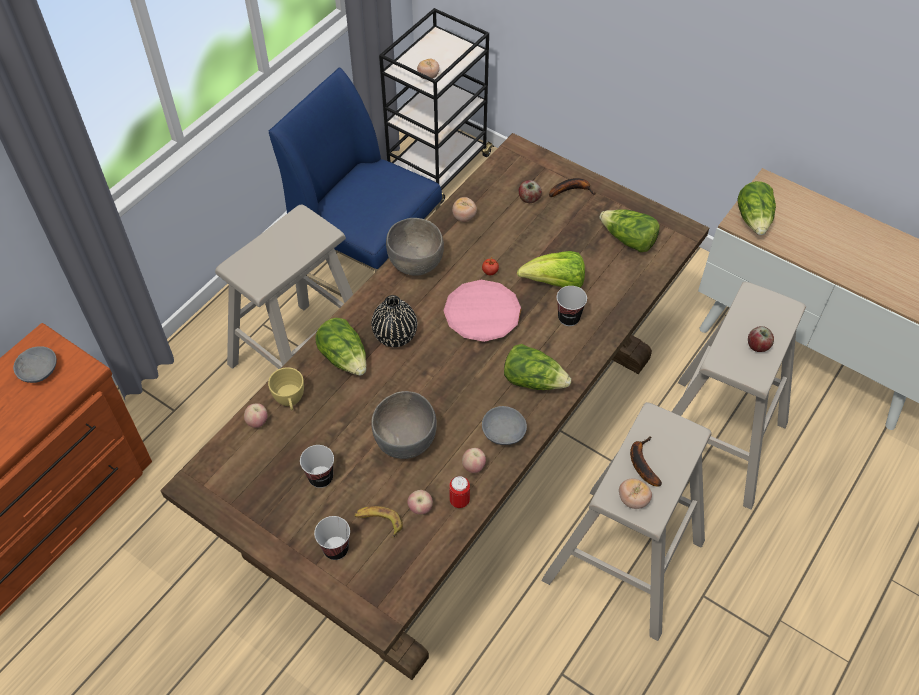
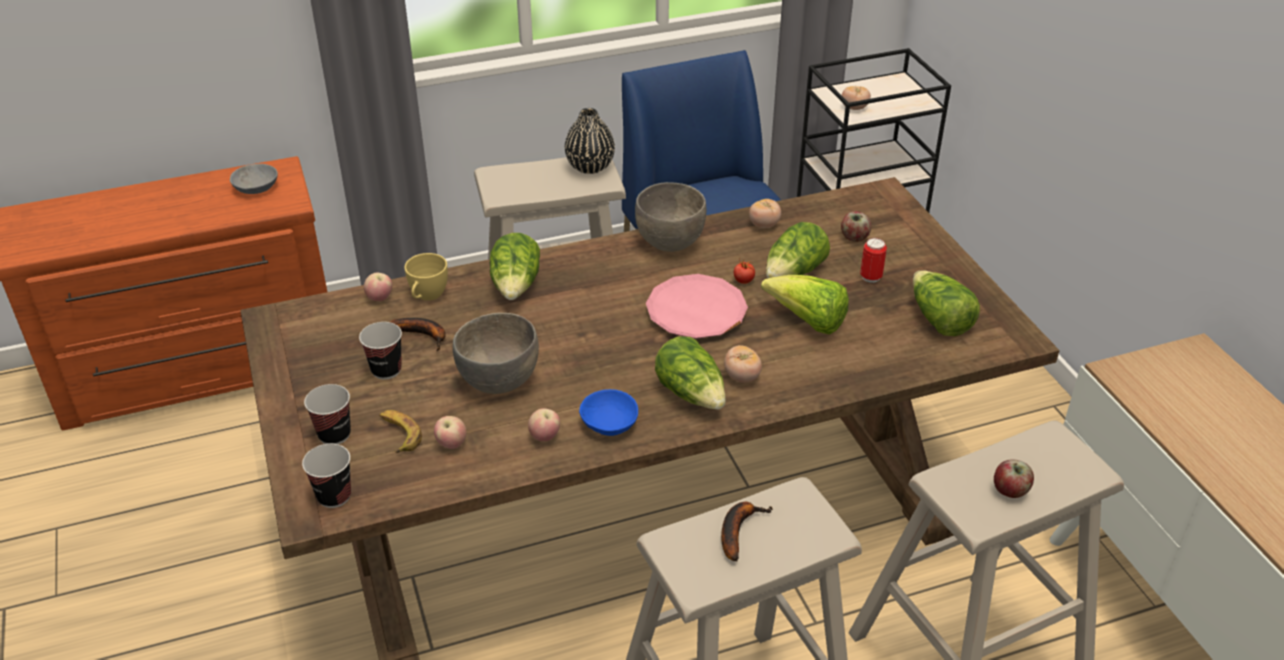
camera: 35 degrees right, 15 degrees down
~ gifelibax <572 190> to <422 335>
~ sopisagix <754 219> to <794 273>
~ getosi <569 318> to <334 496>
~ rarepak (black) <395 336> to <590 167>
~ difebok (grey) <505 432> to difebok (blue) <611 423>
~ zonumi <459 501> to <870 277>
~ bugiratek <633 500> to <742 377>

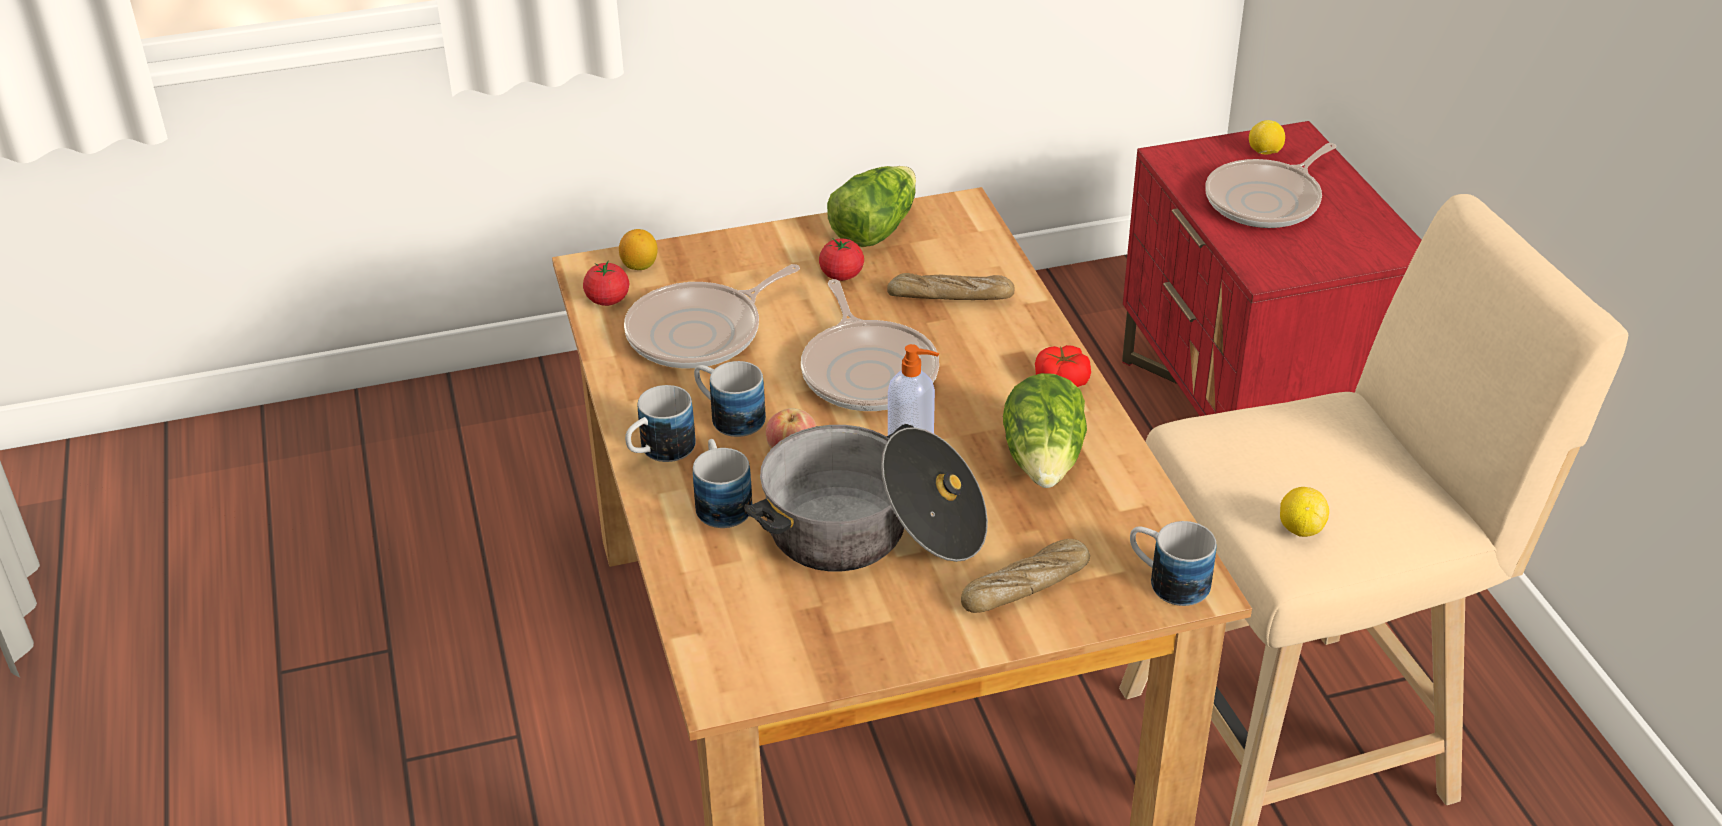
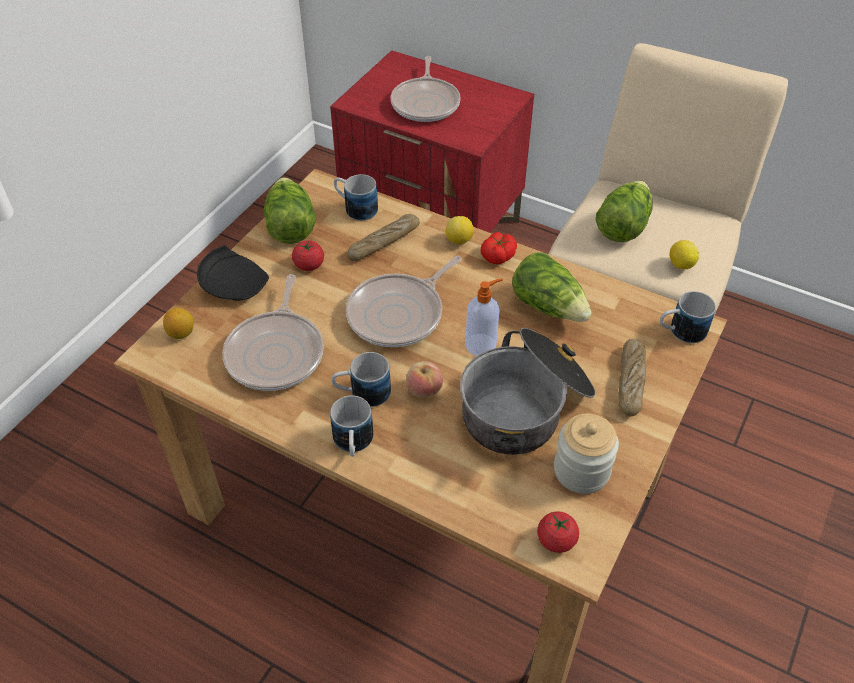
camera: 45 degrees left, 10 degrees up
~ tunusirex <1264 153> to <459 241>
~ bugiratek <607 300> to <556 540>
~ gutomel <868 371> = <399 314> 105 degrees clockwise
~ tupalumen <721 501> to <355 208>
+ sopisagix <622 225>
+ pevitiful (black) <235 285>
+ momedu <581 470>

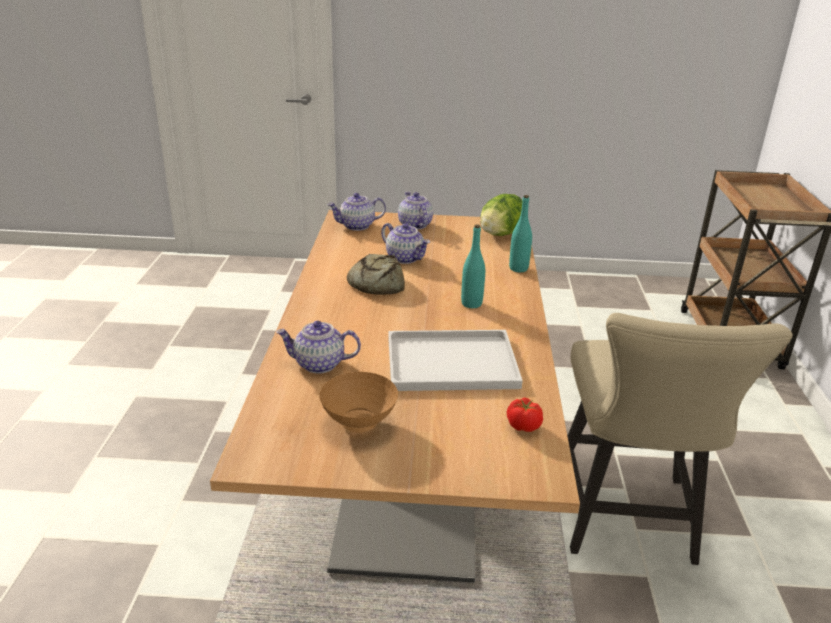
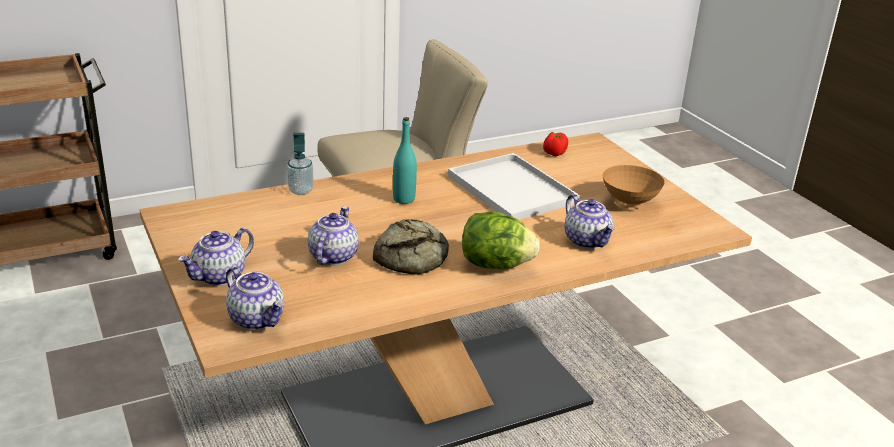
camera: 120 degrees left, 0 degrees up
~ sopisagix <500 234> to <495 265>
~ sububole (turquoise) <518 268> to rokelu <300 191>

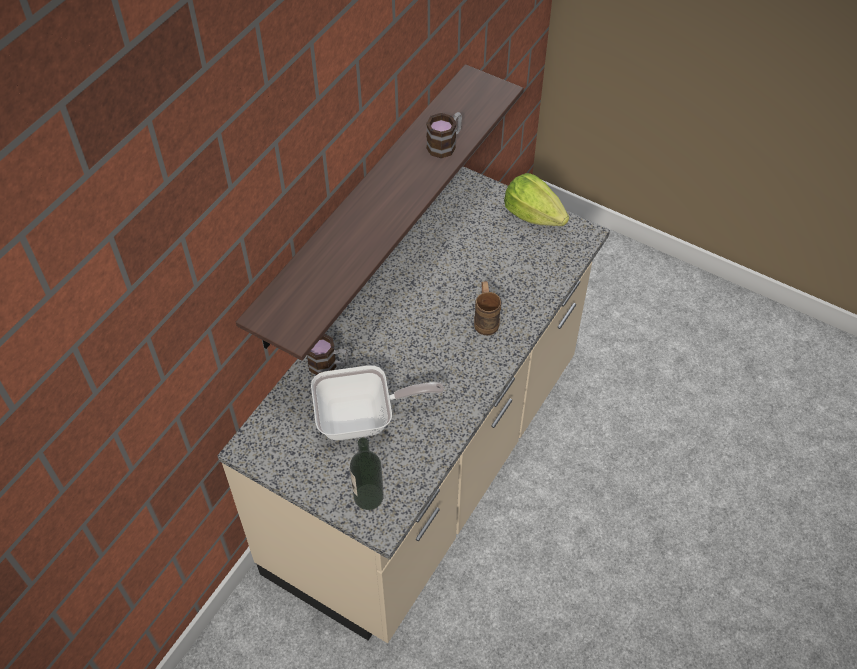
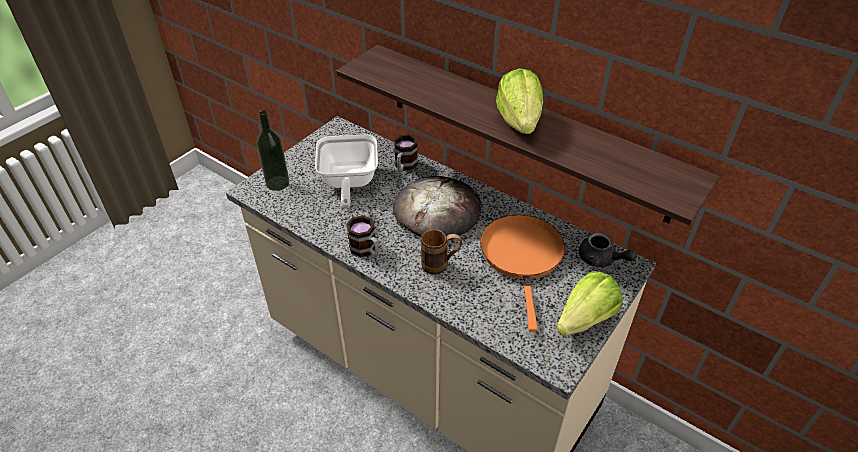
camera: 95 degrees right, 10 degrees down
~ tupalumen <445 144> to <366 250>
+ sopisagix <519 121>
+ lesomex <437 211>
+ gutomel (orange) <522 256>
+ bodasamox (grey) <601 260>

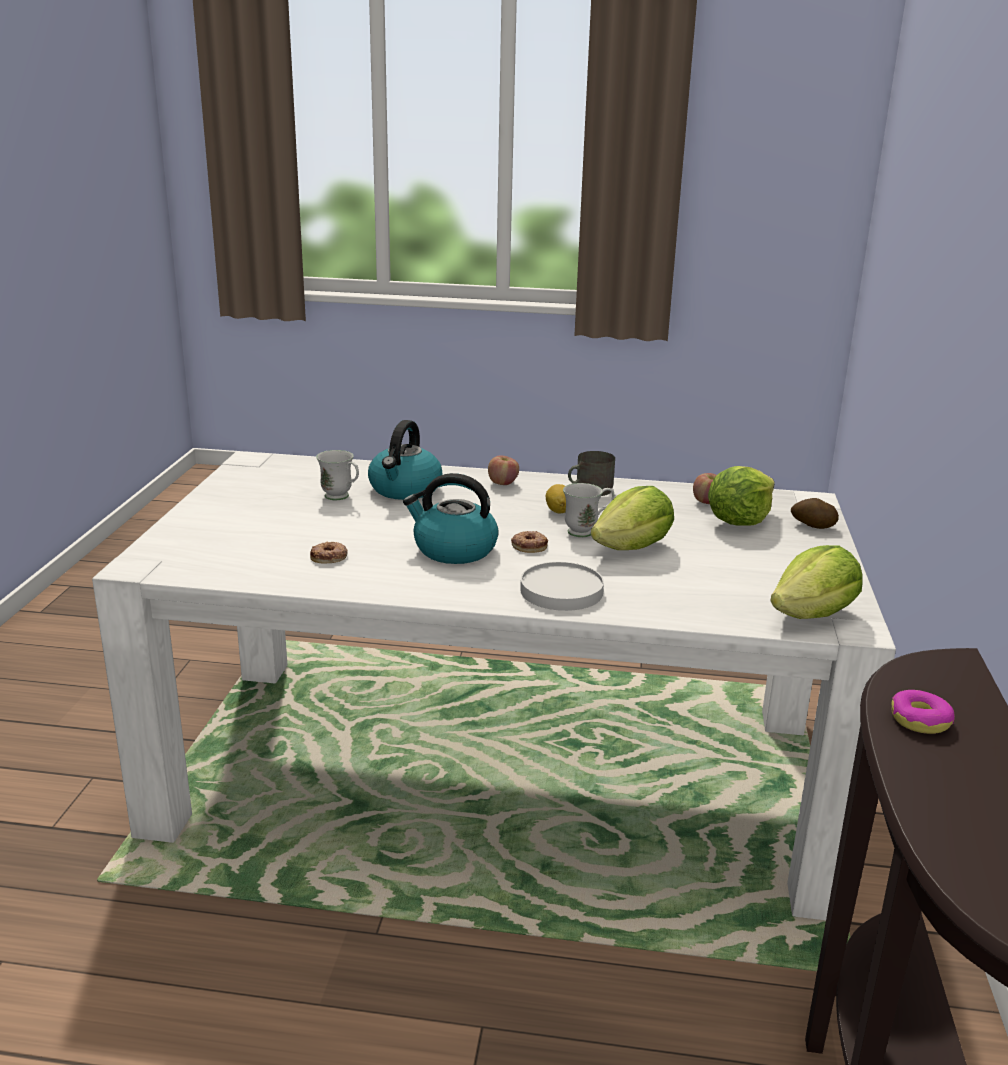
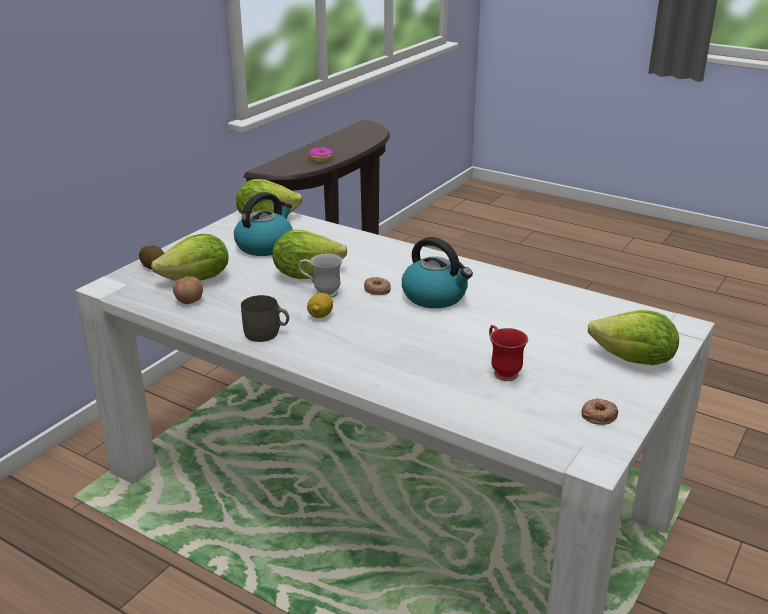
camera: 155 degrees left, 5 degrees up
~ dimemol <405 489> to <265 245>
~ tupalumen (white) <341 497> to tupalumen (red) <502 371>
- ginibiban <503 483>
~ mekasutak <329 557> to <598 415>
- pevitiful (white) <561 591>
+ sopisagix <634 361>

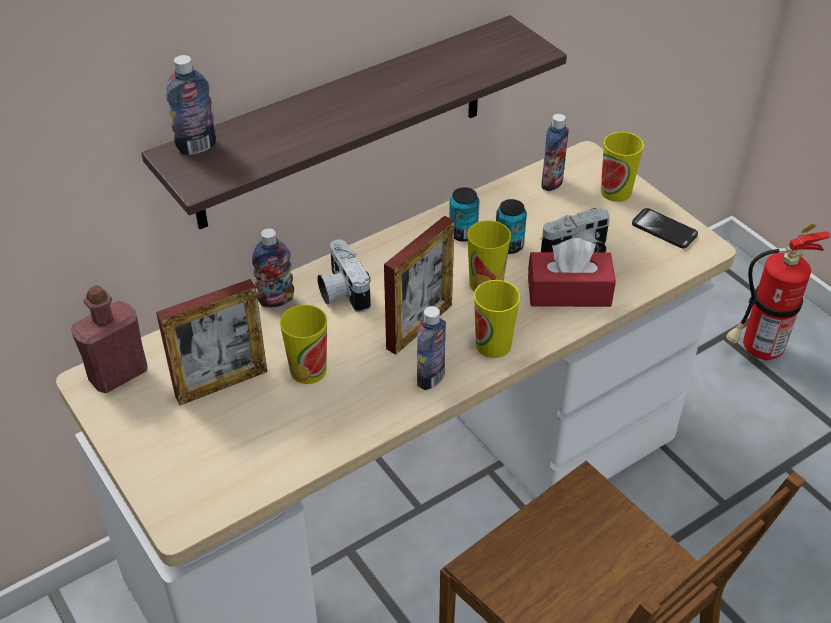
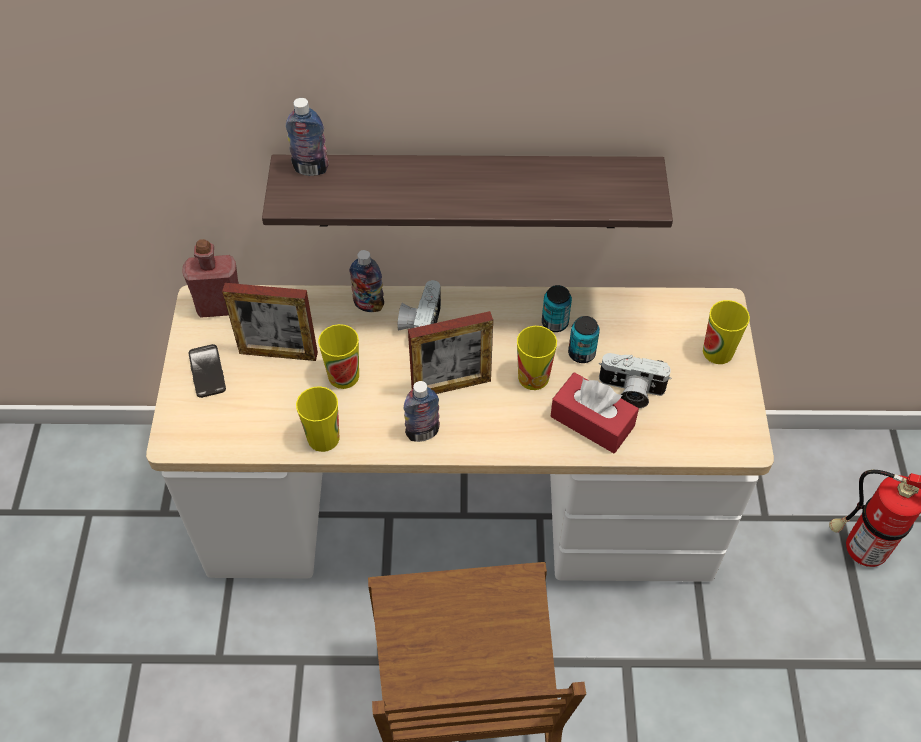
camera: 35 degrees right, 10 degrees up
- sububole <552 183>
~ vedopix <664 229> to <207 372>
~ getosi <493 345> to <323 438>

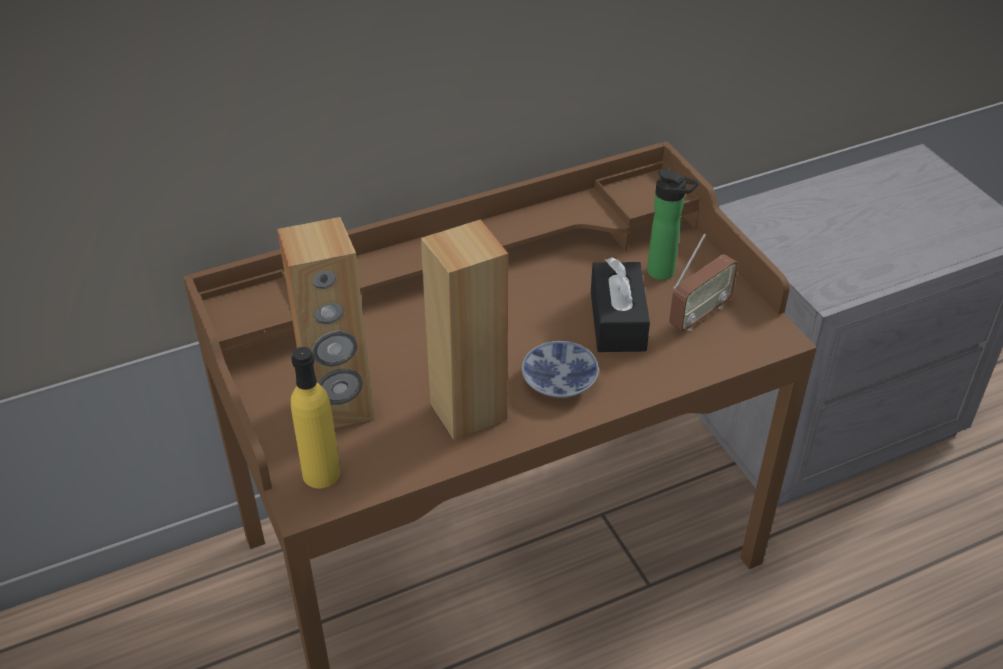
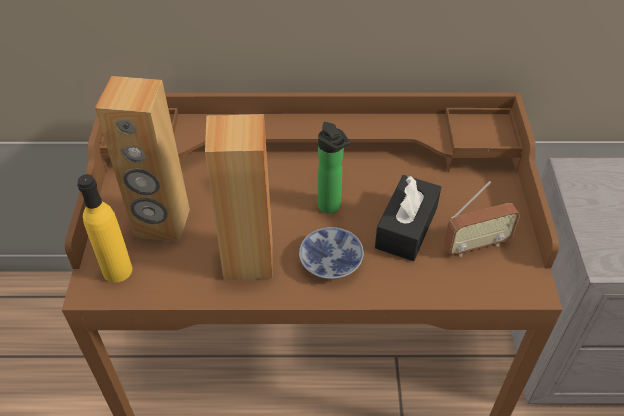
camera: 25 degrees right, 5 degrees up
~ sububole <664 273> to <331 207>

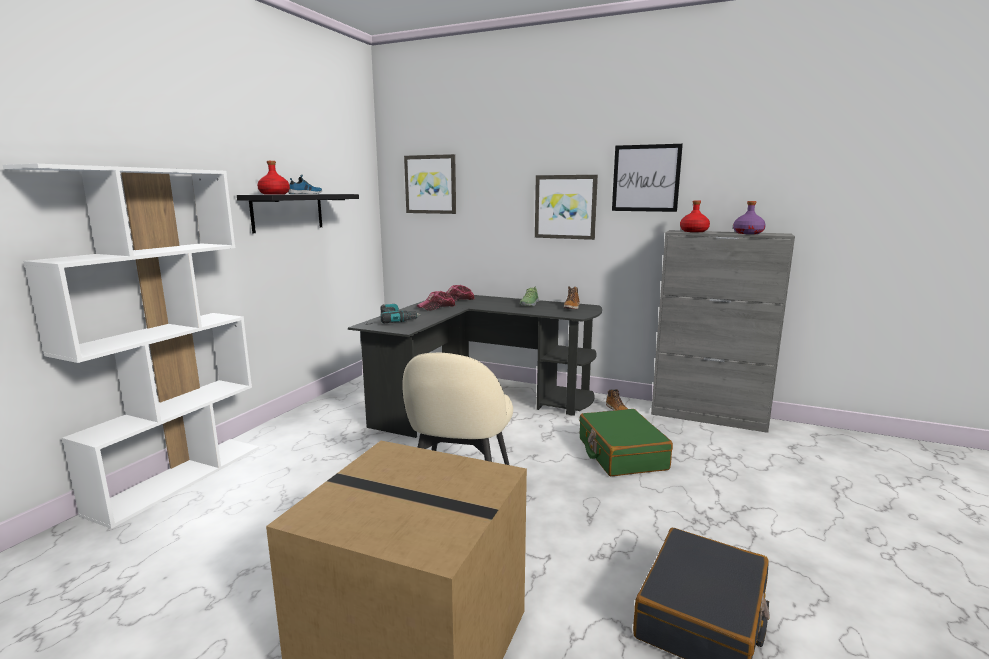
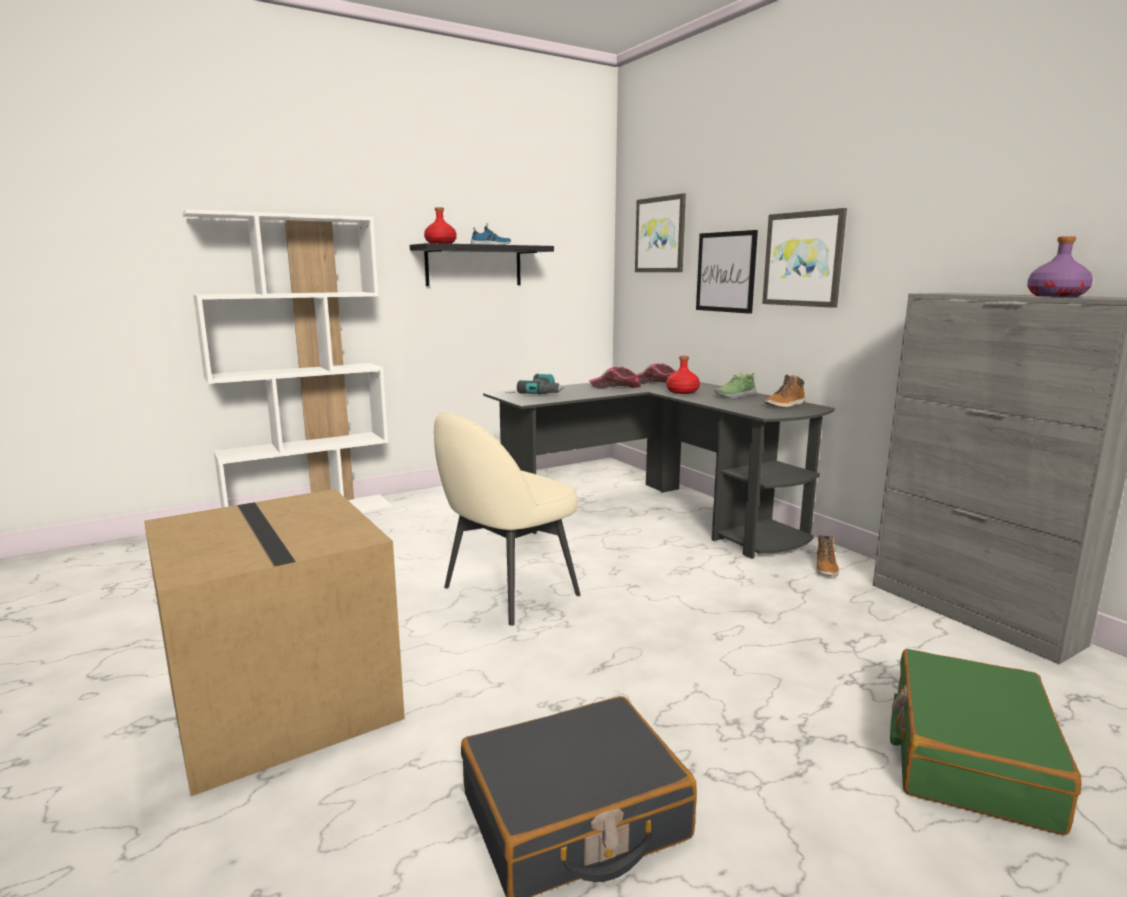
camera: 35 degrees right, 0 degrees up
~ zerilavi <646 178> to <725 272>
~ sububole (red) <694 231> to <682 392>
~ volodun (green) <621 454> to <969 756>

